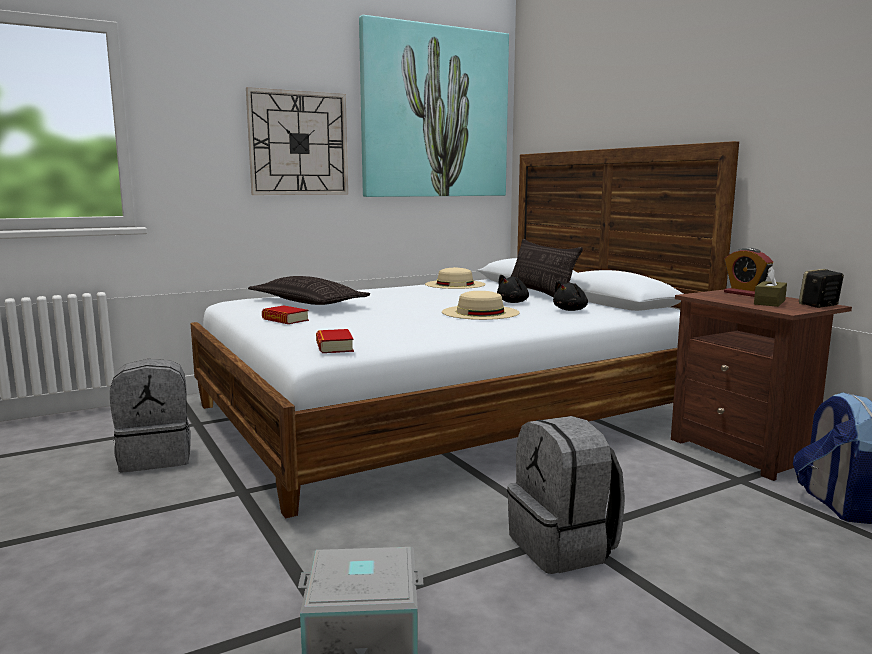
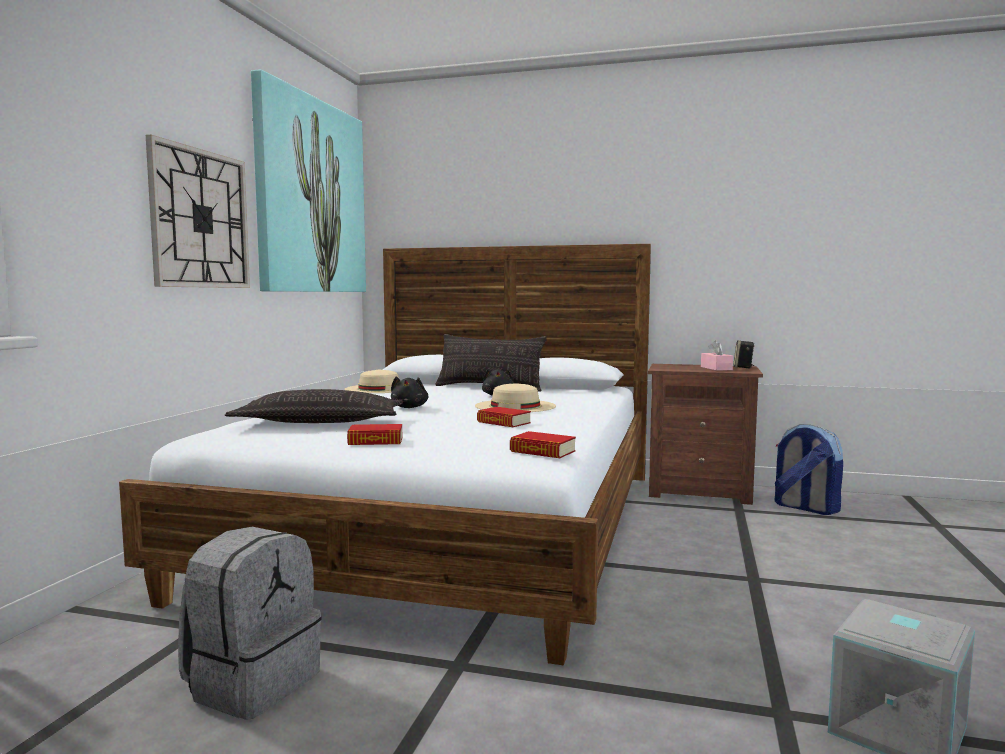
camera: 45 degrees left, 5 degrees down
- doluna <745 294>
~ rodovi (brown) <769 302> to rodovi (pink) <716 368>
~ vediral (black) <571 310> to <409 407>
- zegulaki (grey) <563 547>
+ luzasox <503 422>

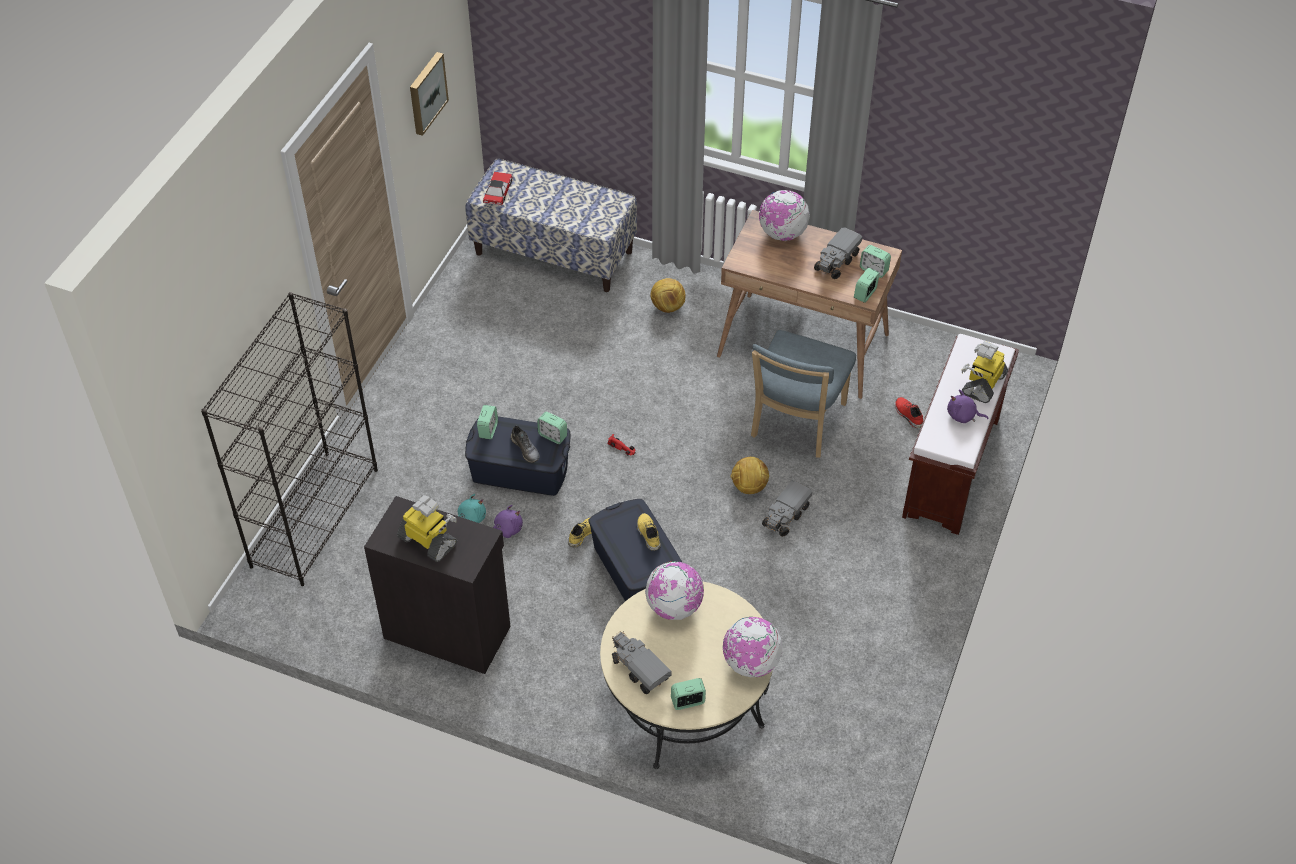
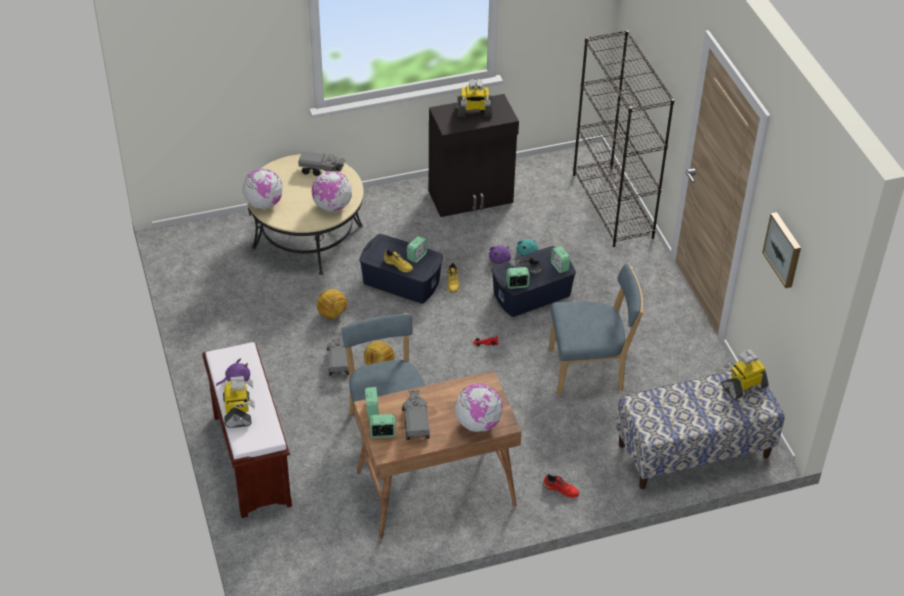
camera: 140 degrees right, 5 degrees down
~ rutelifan <498 192> to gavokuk <744 386>
~ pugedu <667 307> to <332 314>
~ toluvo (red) <908 415> to <561 489>
~ doluna <688 702> to <417 256>
+ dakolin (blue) <590 371>

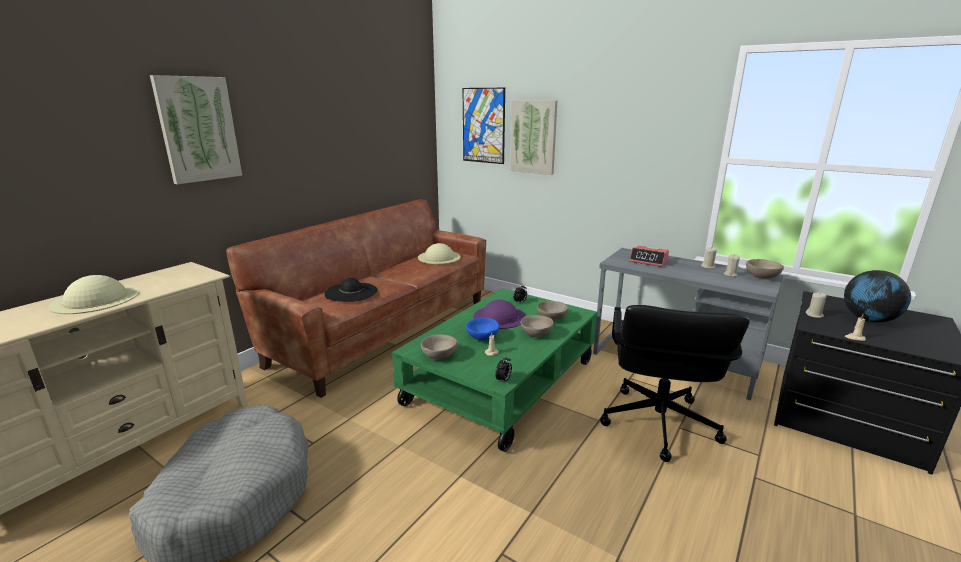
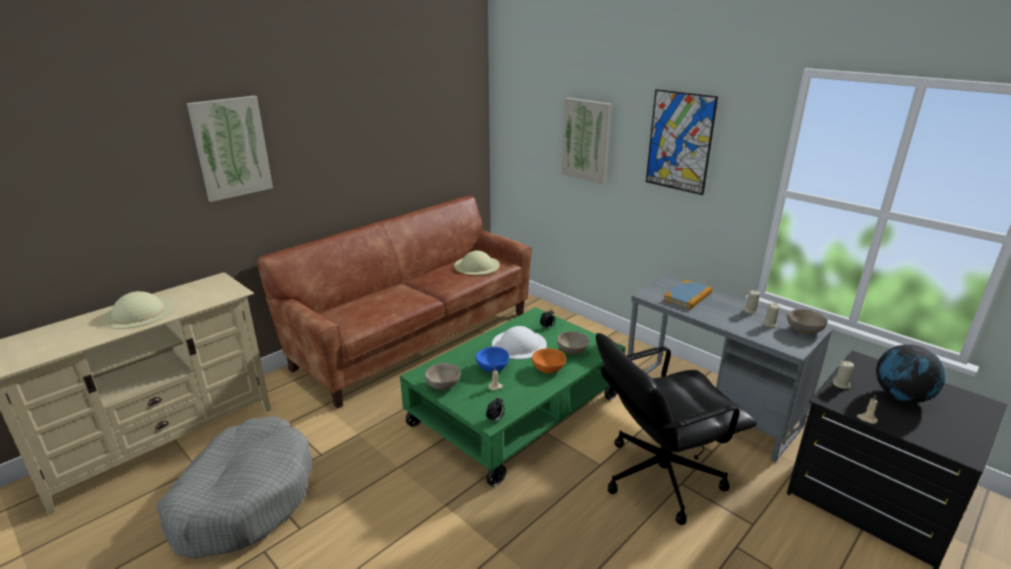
camera: 10 degrees right, 5 degrees up
~ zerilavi <483 125> to <680 142>
~ doluna <648 261> to luzasox <687 297>
- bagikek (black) <351 292>
~ bagikek (purple) <499 317> to bagikek (white) <519 344>
~ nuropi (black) <657 424> = <659 476> 45 degrees clockwise
~ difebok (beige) <536 334> to difebok (orange) <548 369>

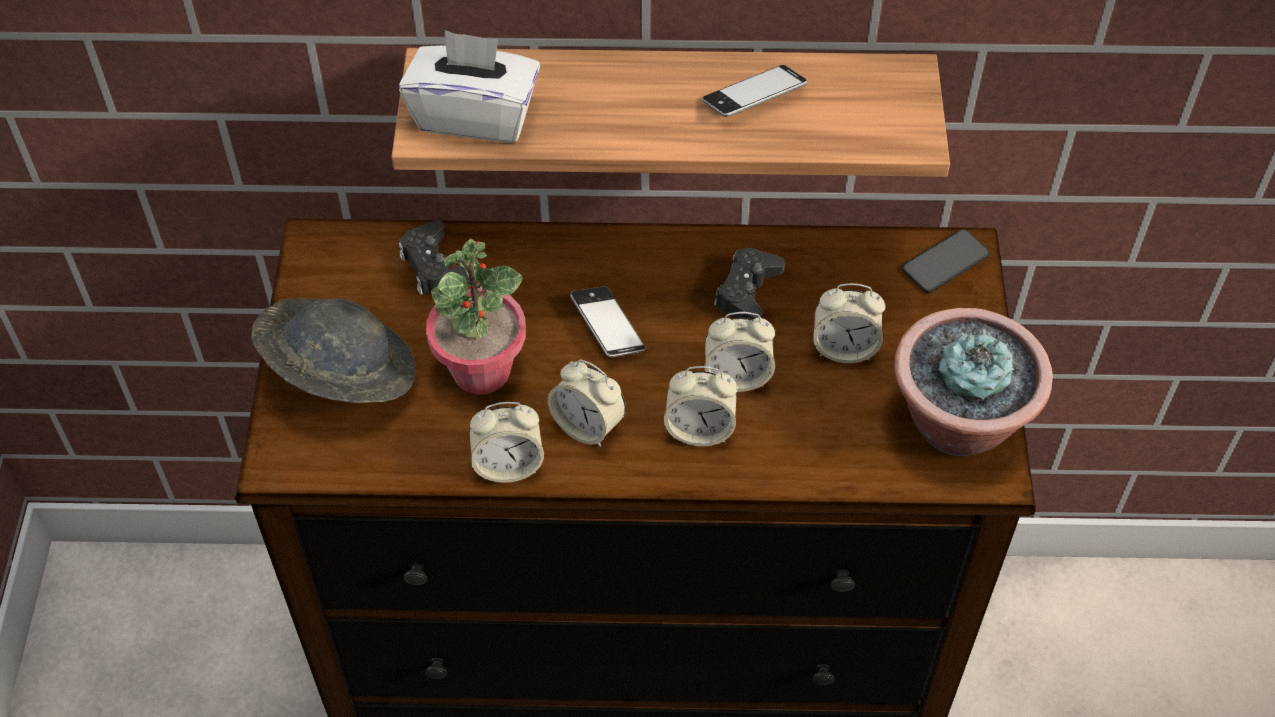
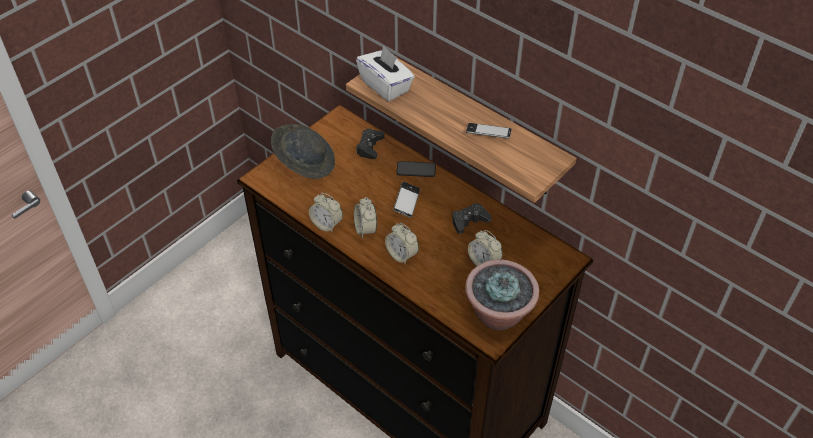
camera: 40 degrees right, 5 degrees down
~ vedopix <945 262> to <416 170>
- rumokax <481 370>
- doluna <737 376>

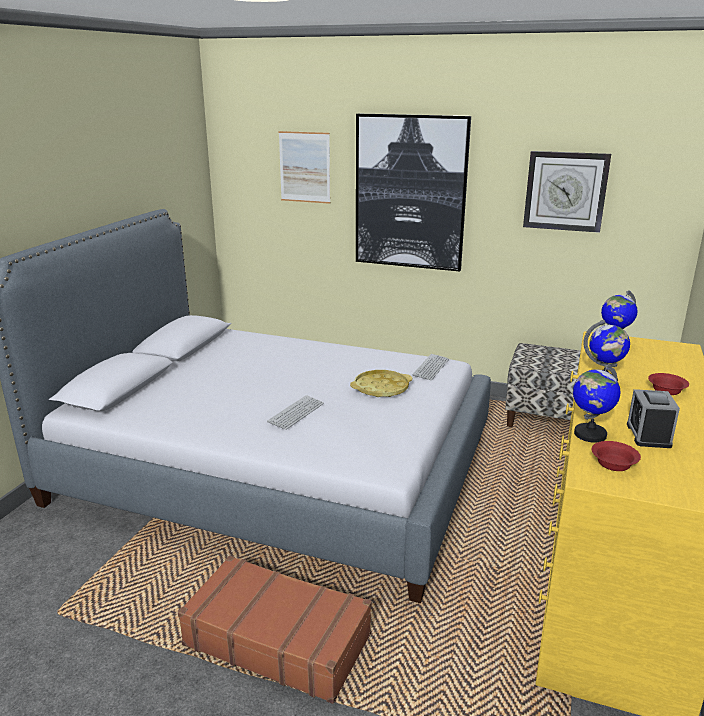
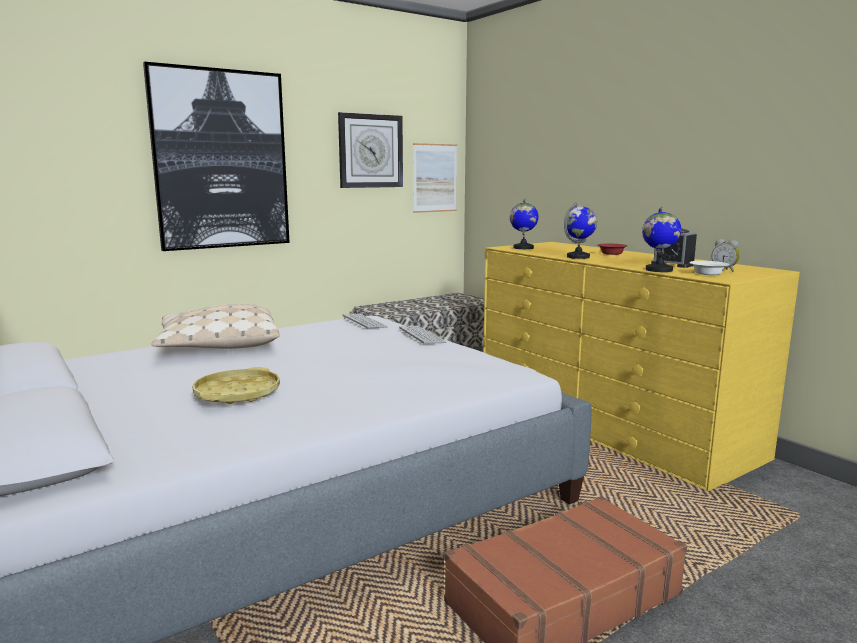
camera: 55 degrees left, 10 degrees down
~ zerilavi <304 167> to <435 178>
~ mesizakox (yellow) <381 388> to <237 394>
~ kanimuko <296 413> to <421 336>
~ difebok (red) <613 463> to difebok (white) <707 273>
+ doluna <724 270>
+ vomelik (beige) <218 345>

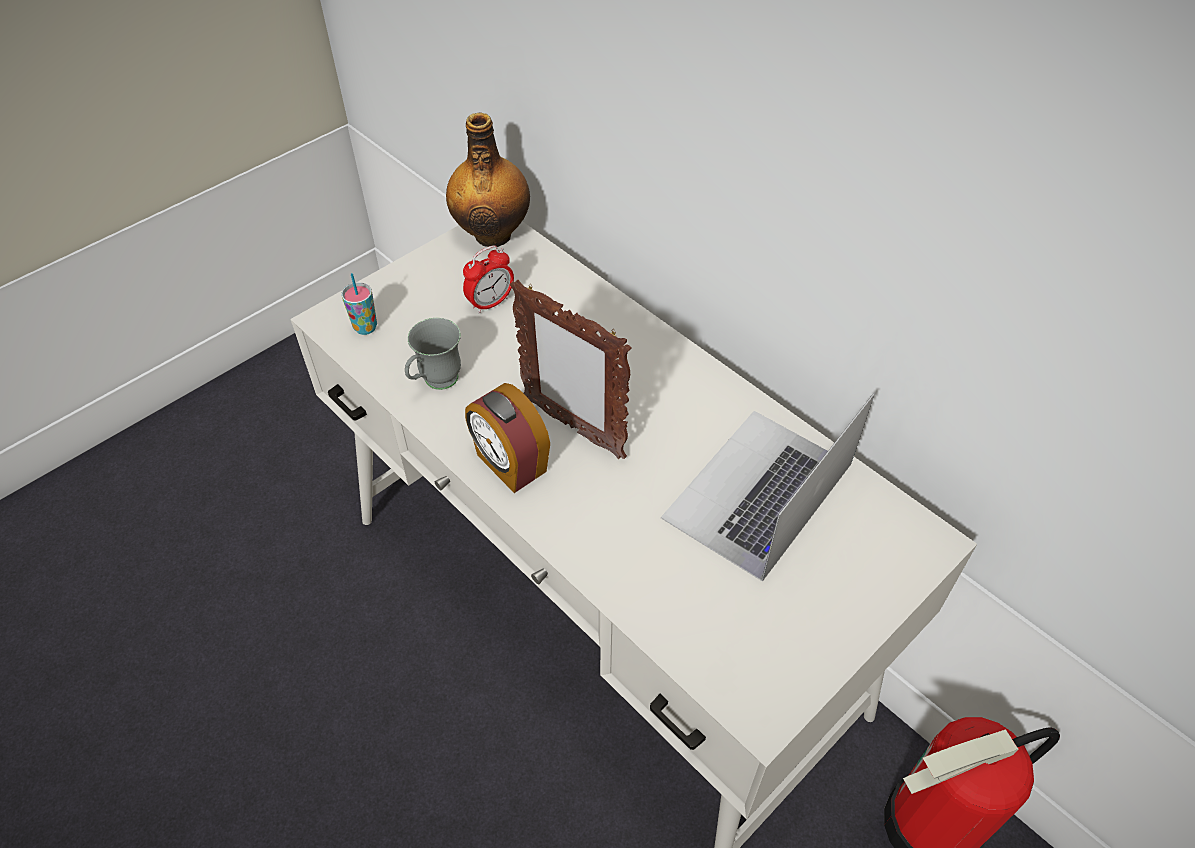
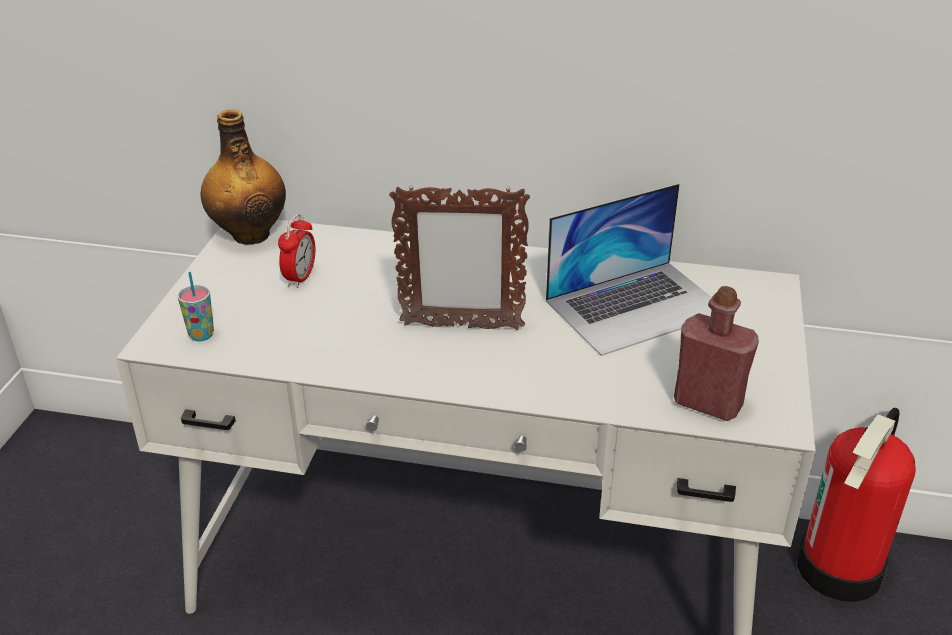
camera: 35 degrees left, 15 degrees down
- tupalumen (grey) <435 383>
- doluna <510 464>
~ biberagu <758 492> = <637 306> 120 degrees counterclockwise
+ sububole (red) <707 403>

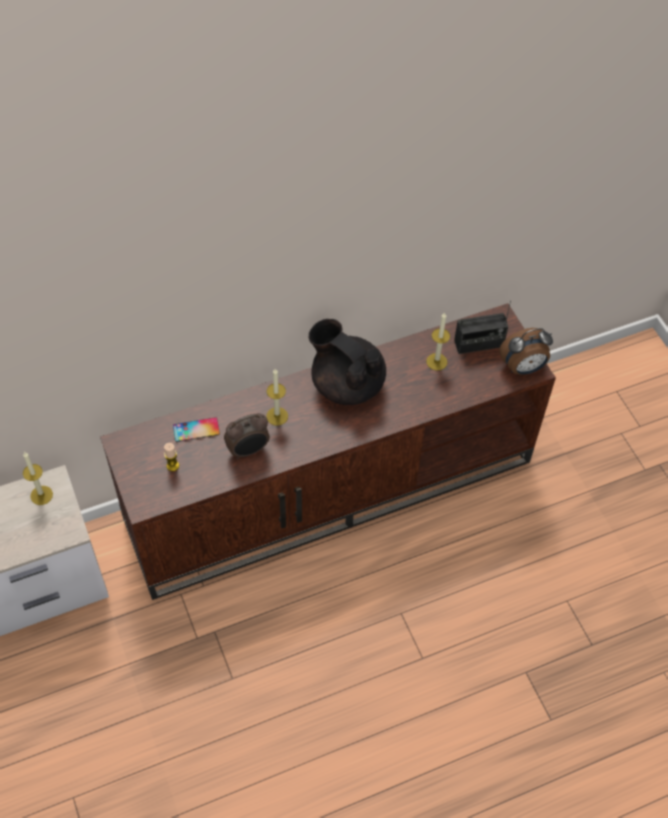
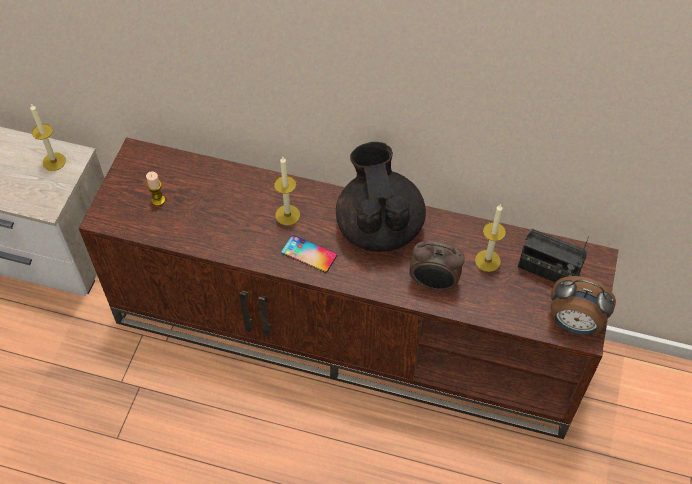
camera: 40 degrees right, 0 degrees up
~ doluna <248 451> to <433 284>
~ vedopix <196 430> to <309 254>

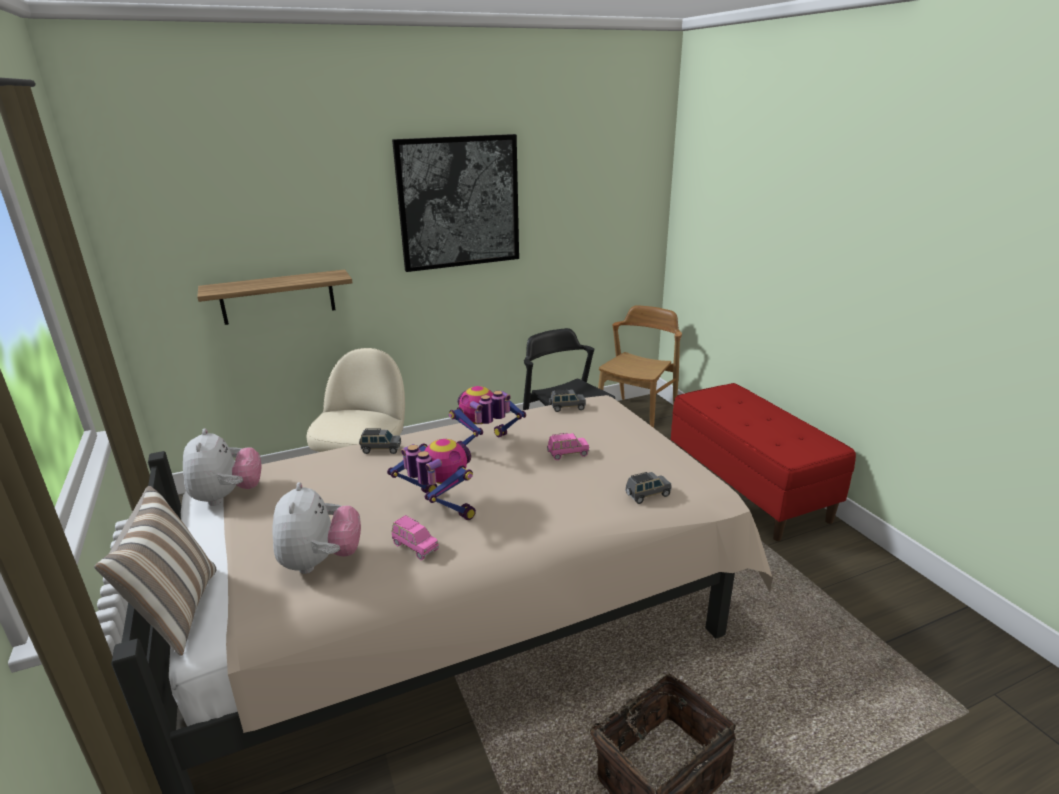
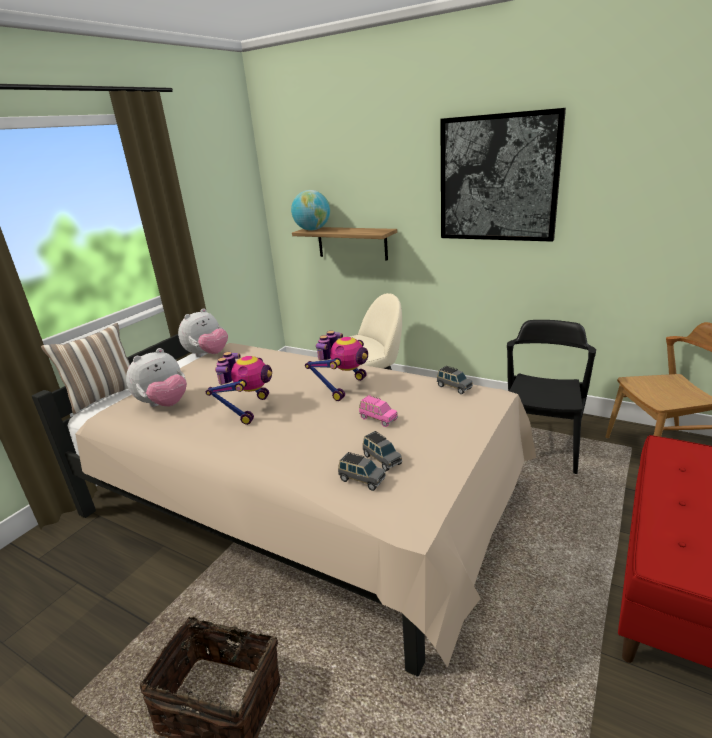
camera: 55 degrees right, 0 degrees up
~ gavokuk <485 447> = <343 387> 105 degrees clockwise
~ rutelifan (grey) <381 449> to <382 459>
- rutelifan (pink) <415 547>
+ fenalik <312 230>

